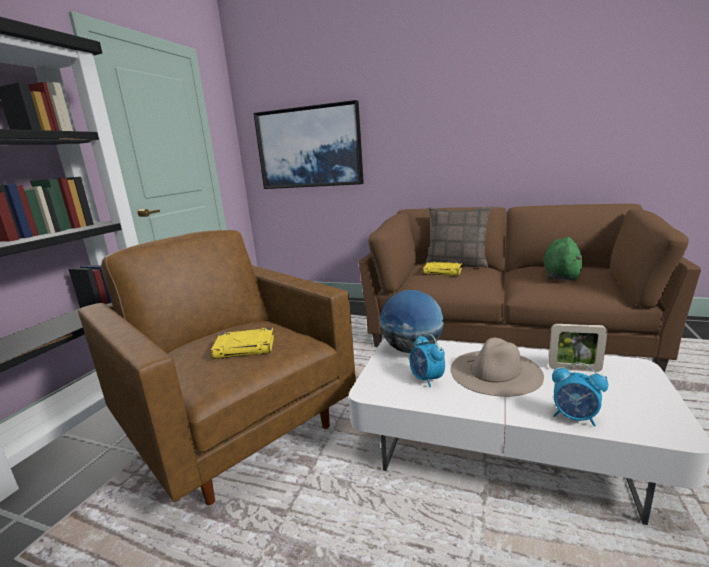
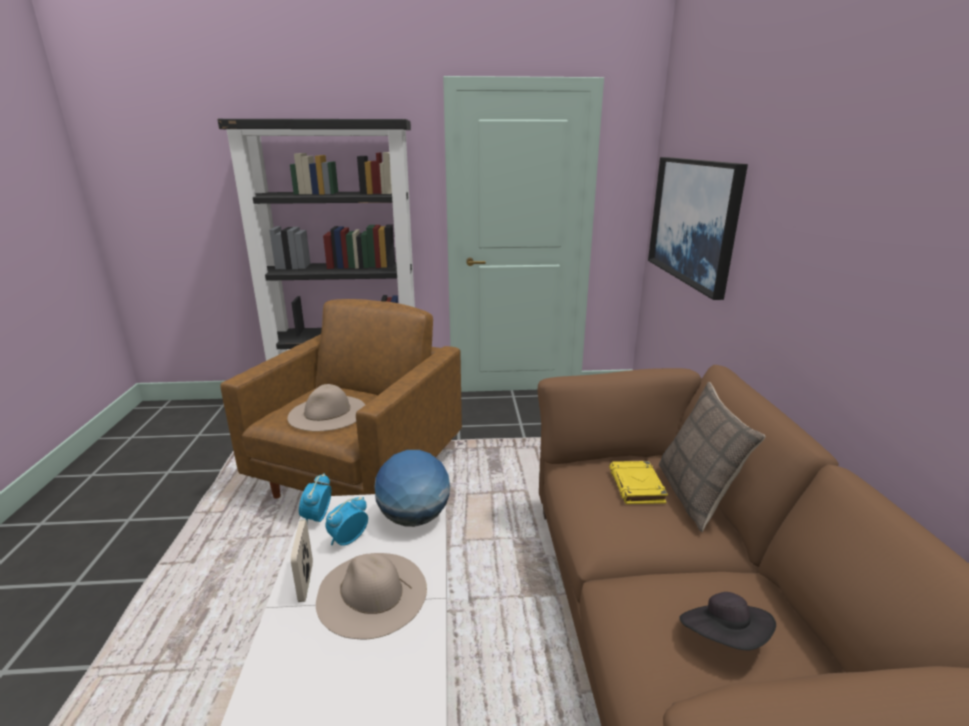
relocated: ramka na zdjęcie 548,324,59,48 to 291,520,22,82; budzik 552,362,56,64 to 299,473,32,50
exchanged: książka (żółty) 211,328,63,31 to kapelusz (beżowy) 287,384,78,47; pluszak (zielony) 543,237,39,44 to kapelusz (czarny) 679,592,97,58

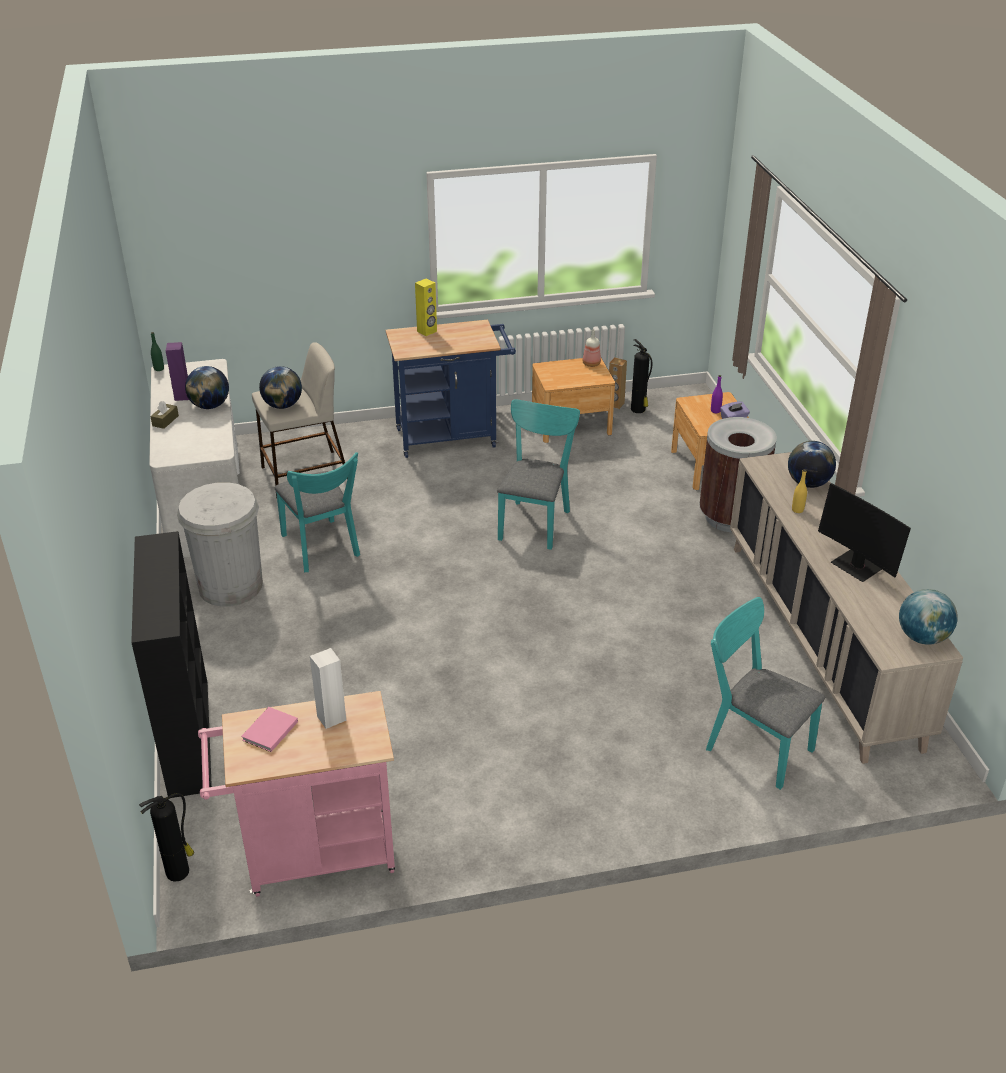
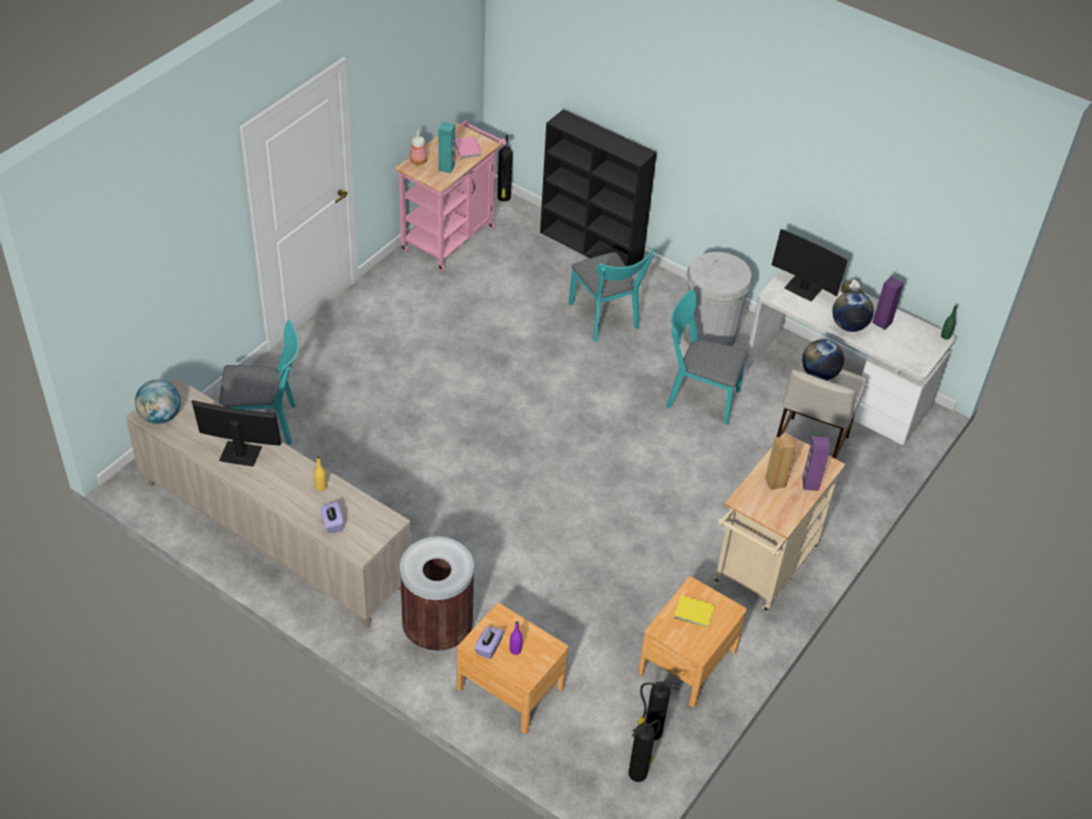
appeared: gaśnica 628,720,33,62; książka (żółty) 674,595,41,33; monitor 772,229,76,73
relocated: krzesło (turkusowy) 497,399,83,151 to 569,248,86,94; butelka 582,330,19,37 to 409,130,19,35; głośnik (brązowy) 609,358,18,51 to 765,435,31,55
exchanged: globus 788,441,48,47 to pudełko chusteczek (fioletowy) 321,501,23,32
colour: głośnik (biały) 310,648,36,81 to głośnik (turkusowy) 438,122,17,51; wózek (niebieski) 386,320,130,138 to wózek (beżowy) 712,432,134,180; głośnik (żółty) 415,279,22,57 to głośnik (fioletowy) 802,436,28,55

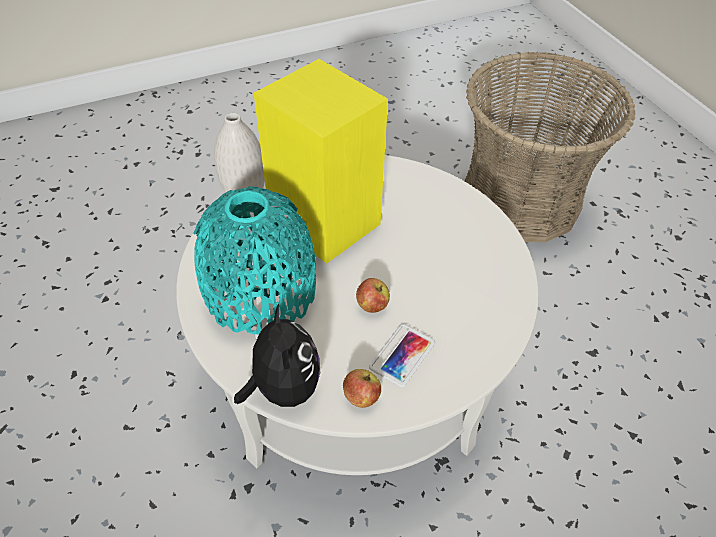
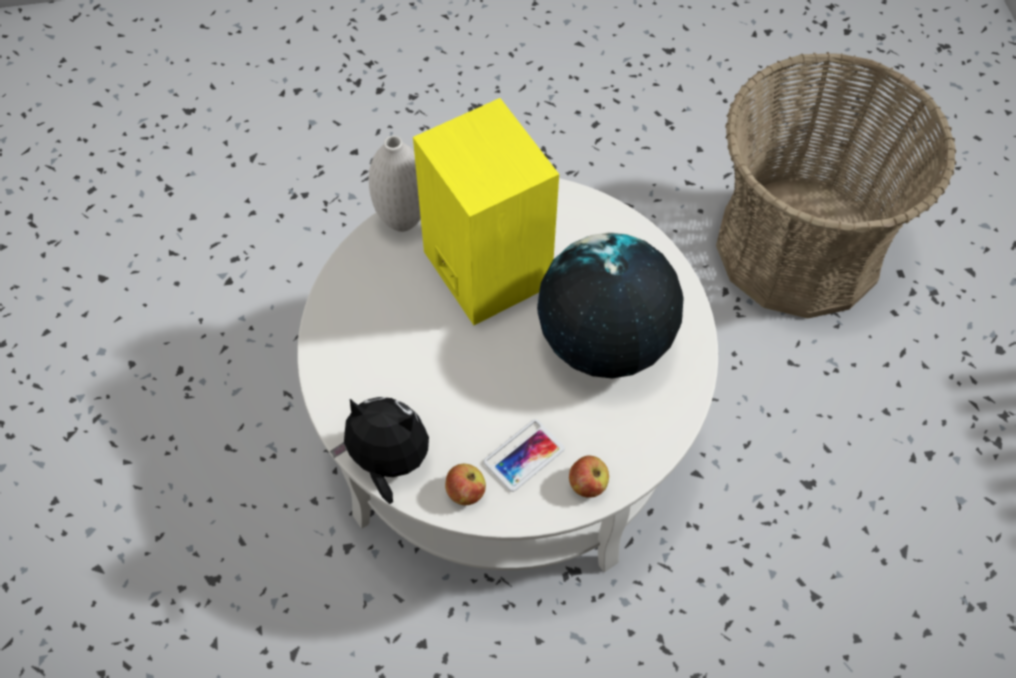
missing: wazon (turkusowy) 193,186,123,149
appeared: globus 537,232,146,147
relocated: jabłko 356,278,34,35 to 569,456,40,42
spun: pluszak 234,303,86,104 = 330,397,99,107 75 degrees counterclockwise

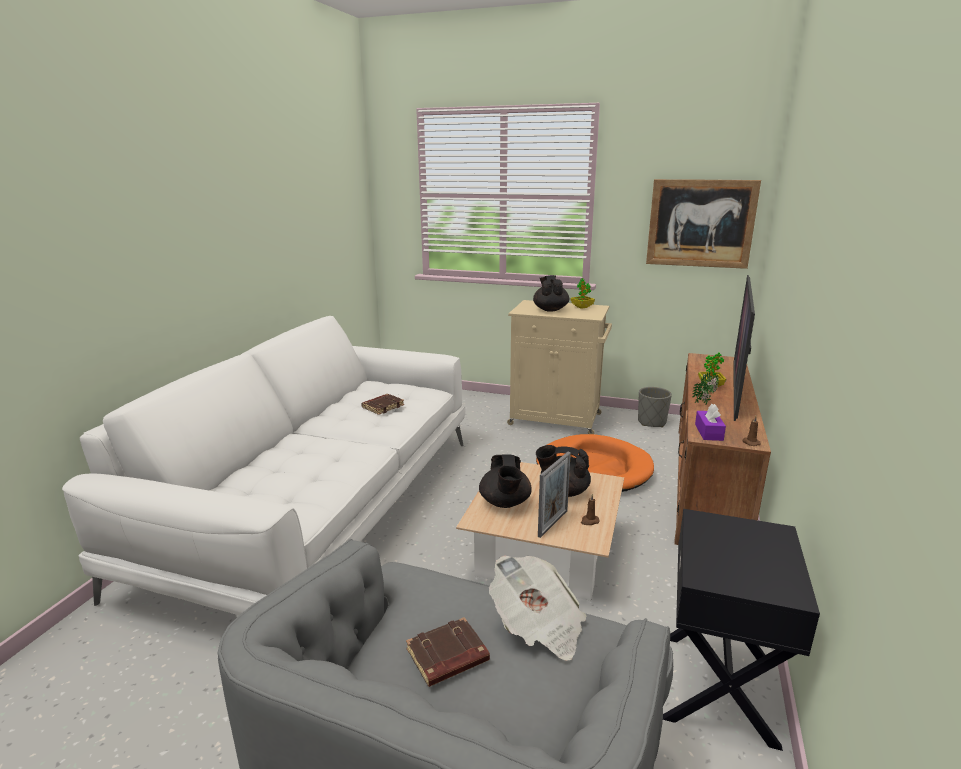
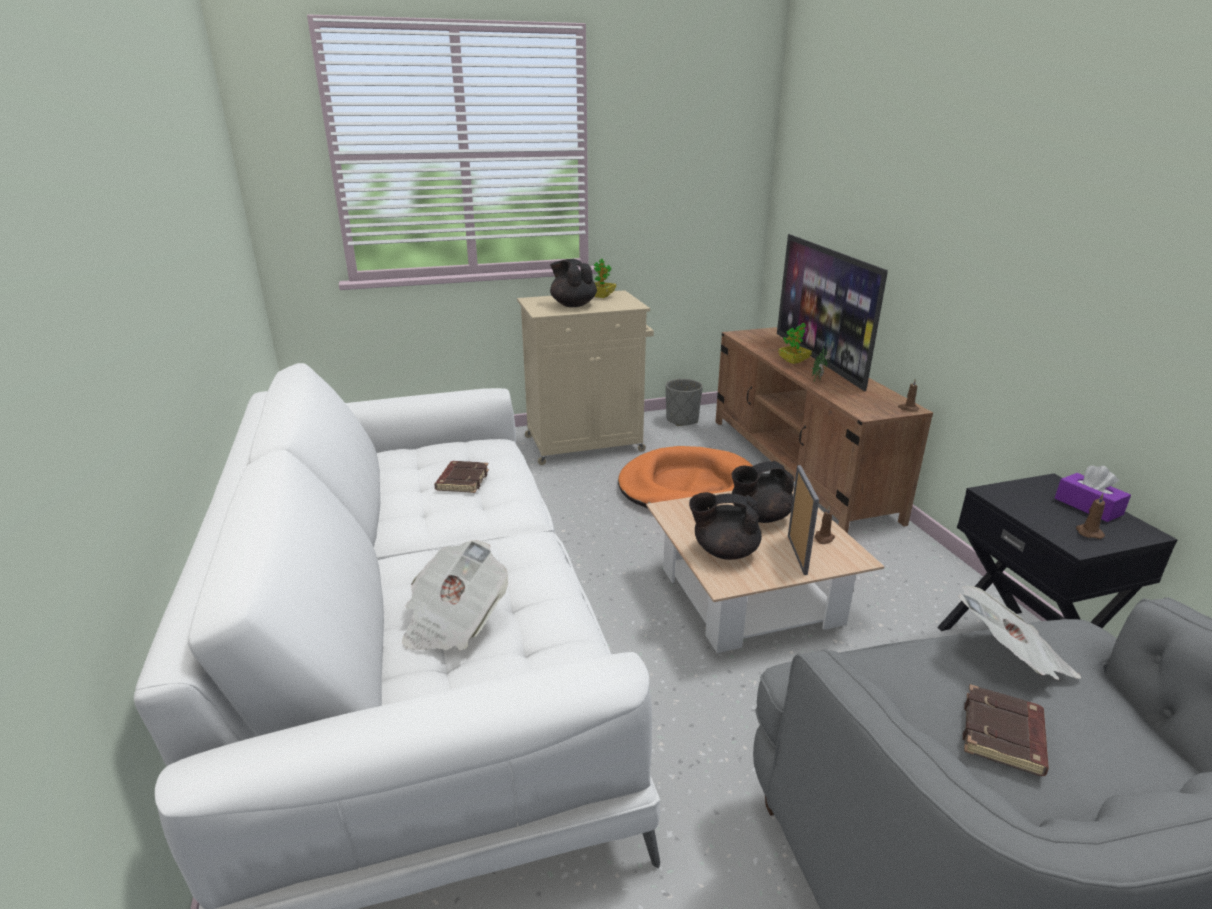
missing: obraz 646,179,115,90
appeared: gazeta 402,540,106,110; świeca (brązowy) 1076,494,29,45
relocated: pudełko chusteczek (fioletowy) 695,404,31,37 to 1055,465,76,57
spun: imbryk (czarny) 479,454,52,54 = 689,492,73,68 135 degrees clockwise

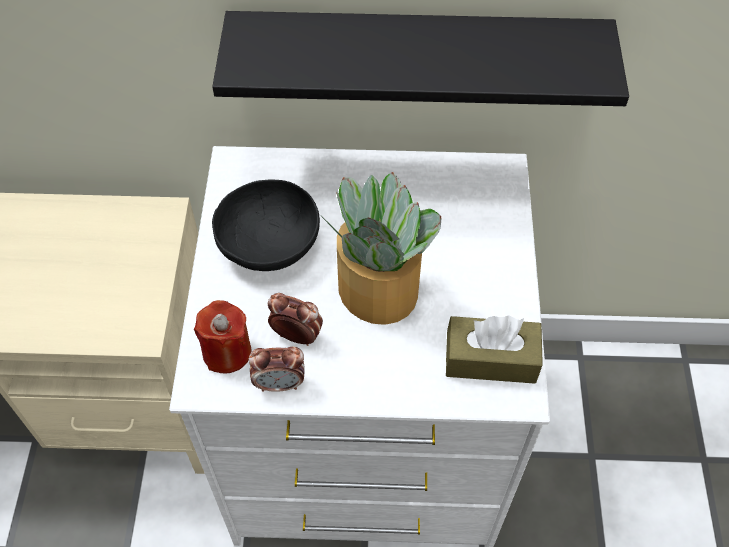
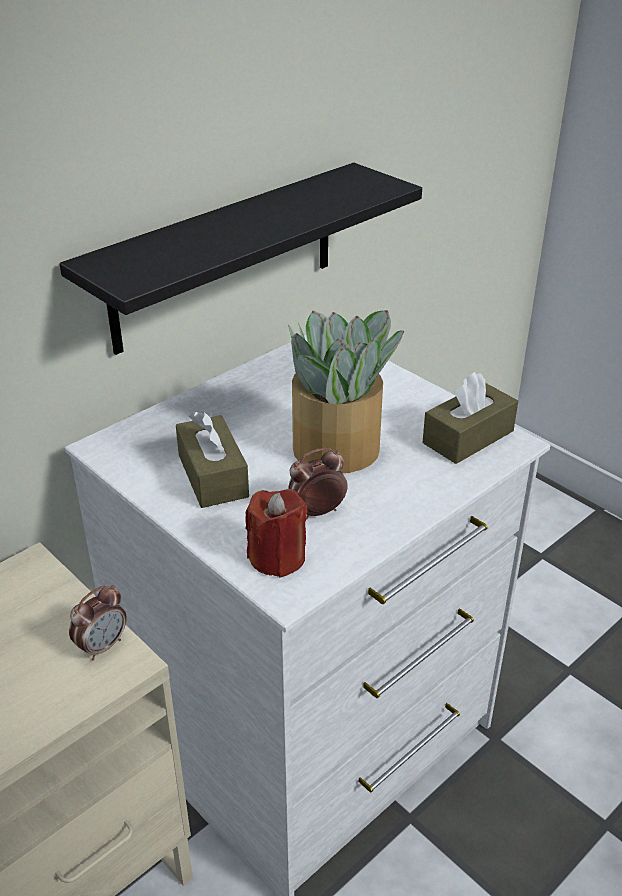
relocated: budzik 249,346,56,46 to 69,585,58,76
exchanged: miska (czarny) 212,179,108,92 to pudełko chusteczek (brązowy) 176,411,73,97

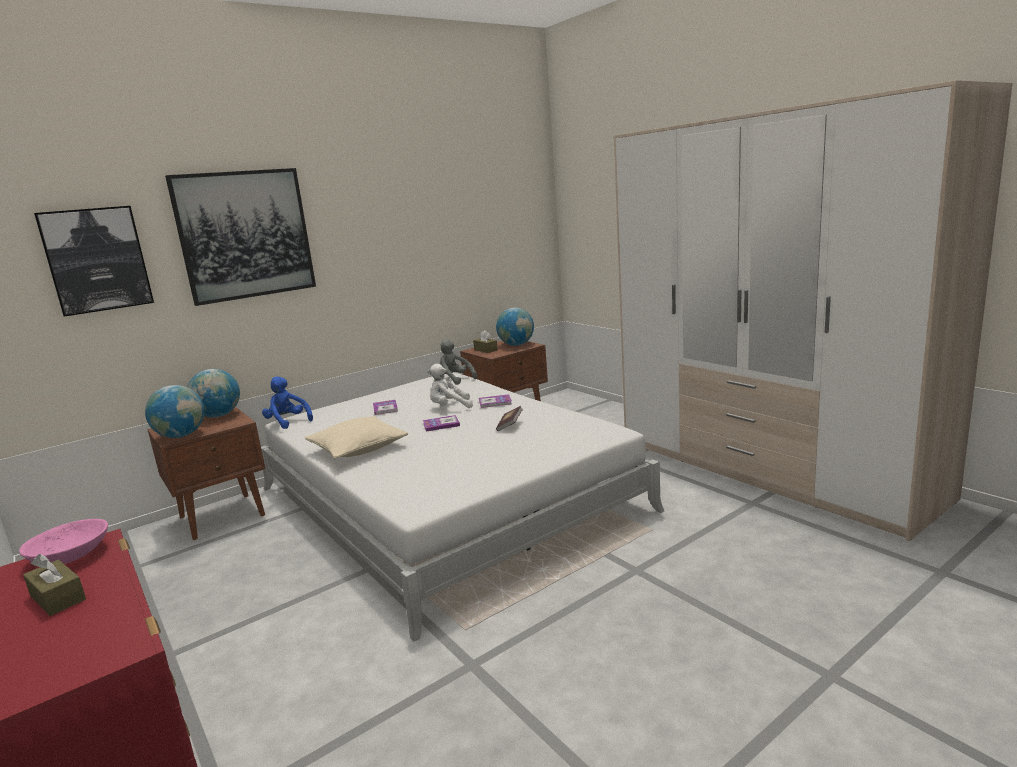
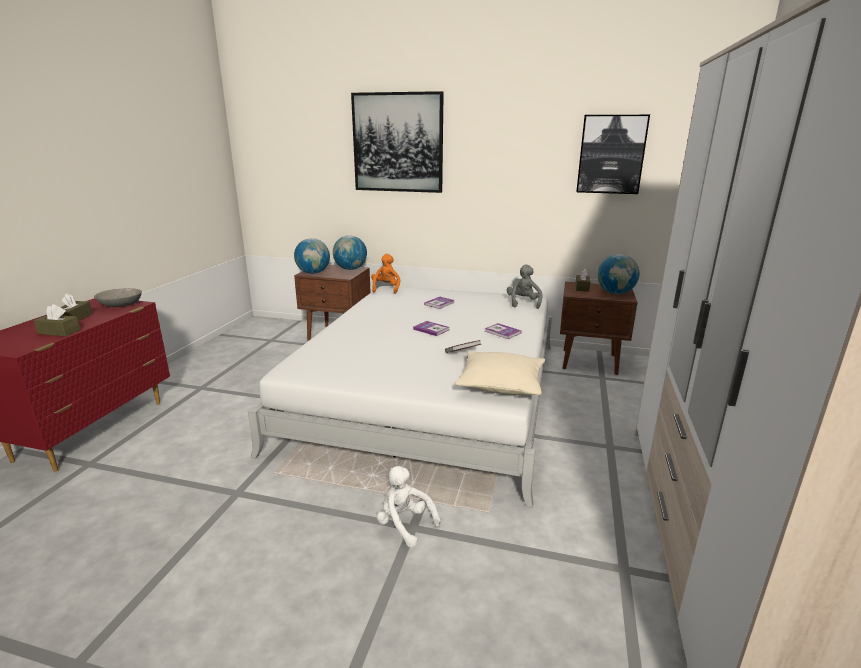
appeared: pudełko chusteczek (brązowy) 33,304,47,33
relocated: obraz 34,206,120,111 to 576,115,74,79; poduszka (beżowy) 305,416,103,42 to 455,351,90,44; pluszak (biały) 427,364,46,44 to 376,466,65,82
colour: miska (różowy) 19,519,89,45 to miska (szary) 94,288,48,19; pluszak (niebieski) 262,377,51,52 to pluszak (pomarańczowy) 371,254,29,40

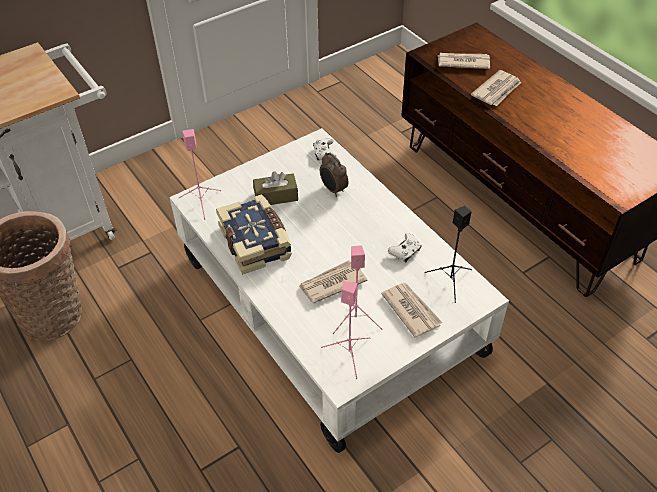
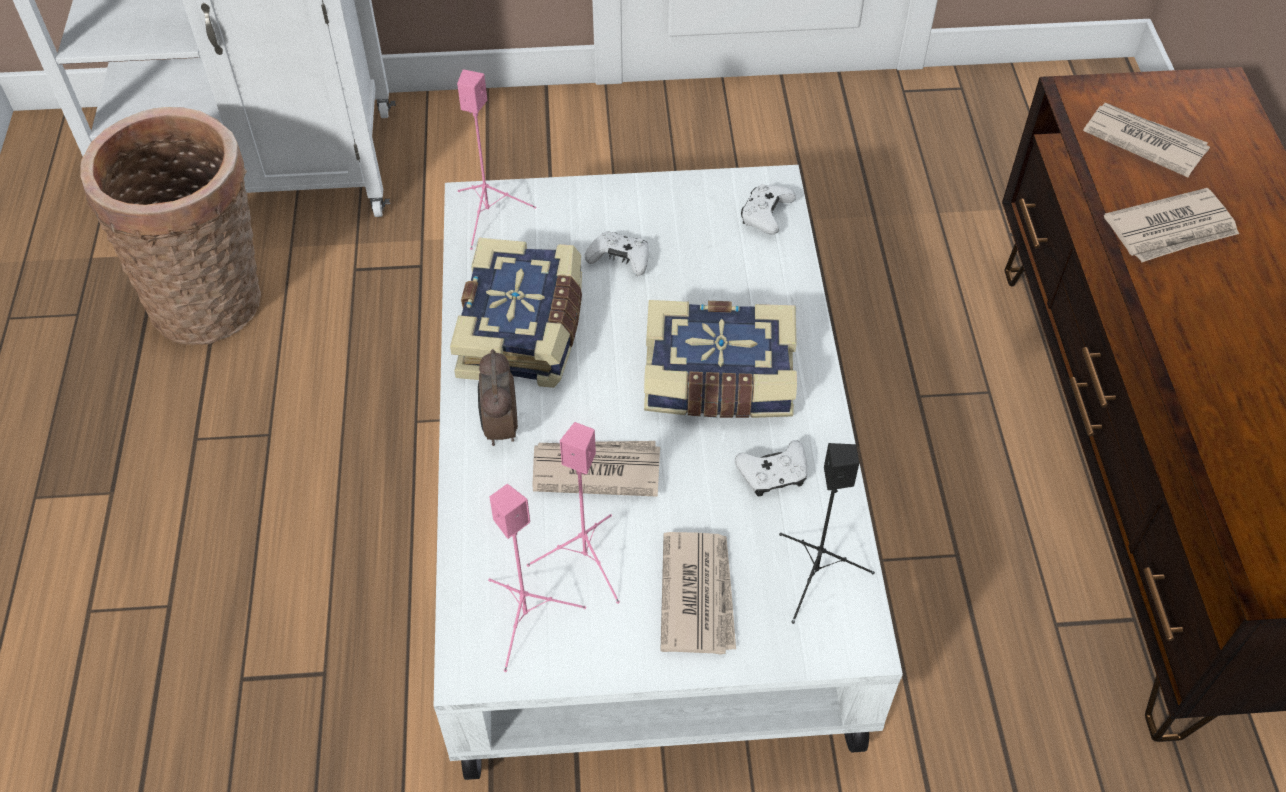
appeared: książka 644,300,153,118
relocated: budzik 320,152,28,45 to 478,349,40,97
exchanged: pudełko chusteczek (brązowy) 253,171,45,34 to pad do gier (biały) 585,232,64,44

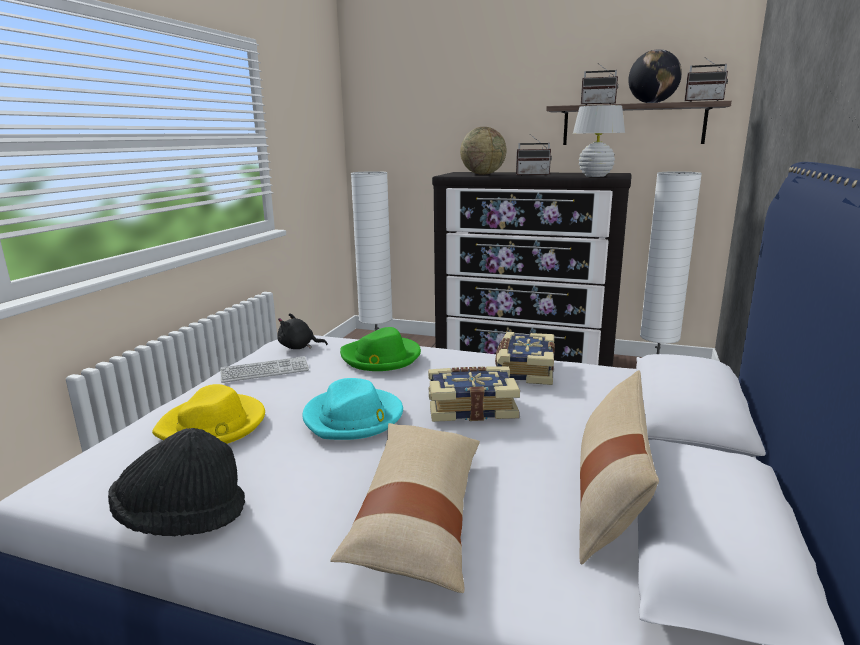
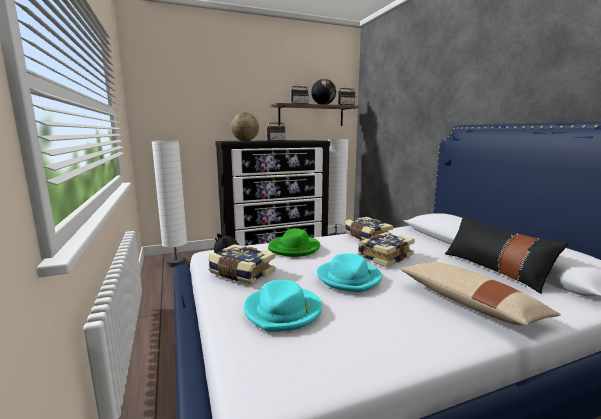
missing: kapelusz (czarny) 108,428,137,108; lampa stołowa (biały) 573,105,52,72
exchanged: klawiatura 220,356,89,27 to książka 208,244,68,41
colour: kapelusz (żółty) 152,384,113,60 to kapelusz (turkusowy) 244,280,78,52; poduszka (beżowy) 579,370,80,195 to poduszka (czarny) 445,216,123,78

